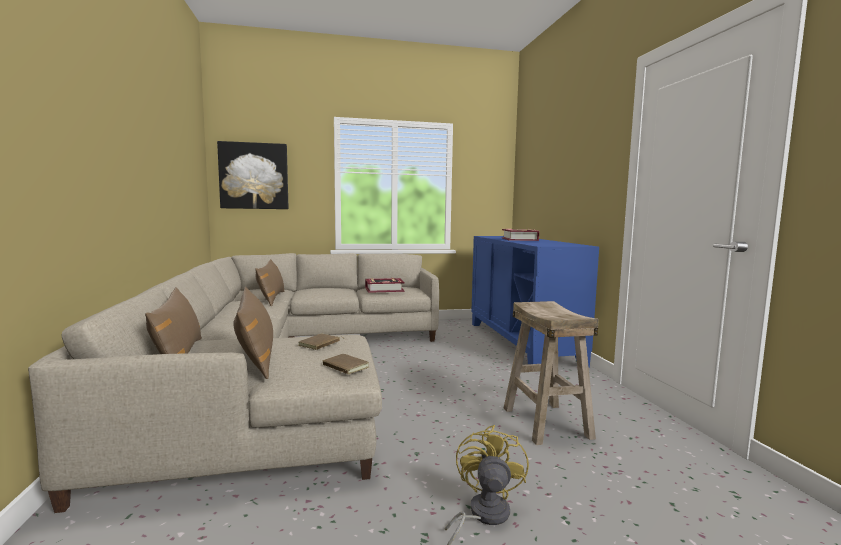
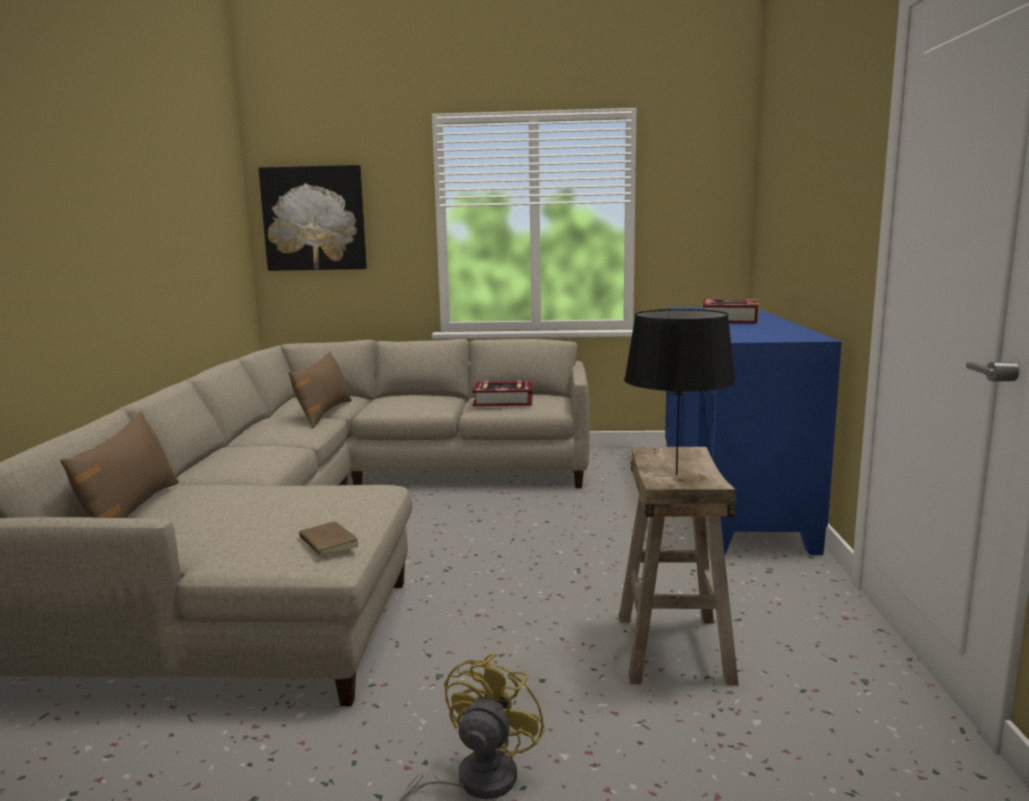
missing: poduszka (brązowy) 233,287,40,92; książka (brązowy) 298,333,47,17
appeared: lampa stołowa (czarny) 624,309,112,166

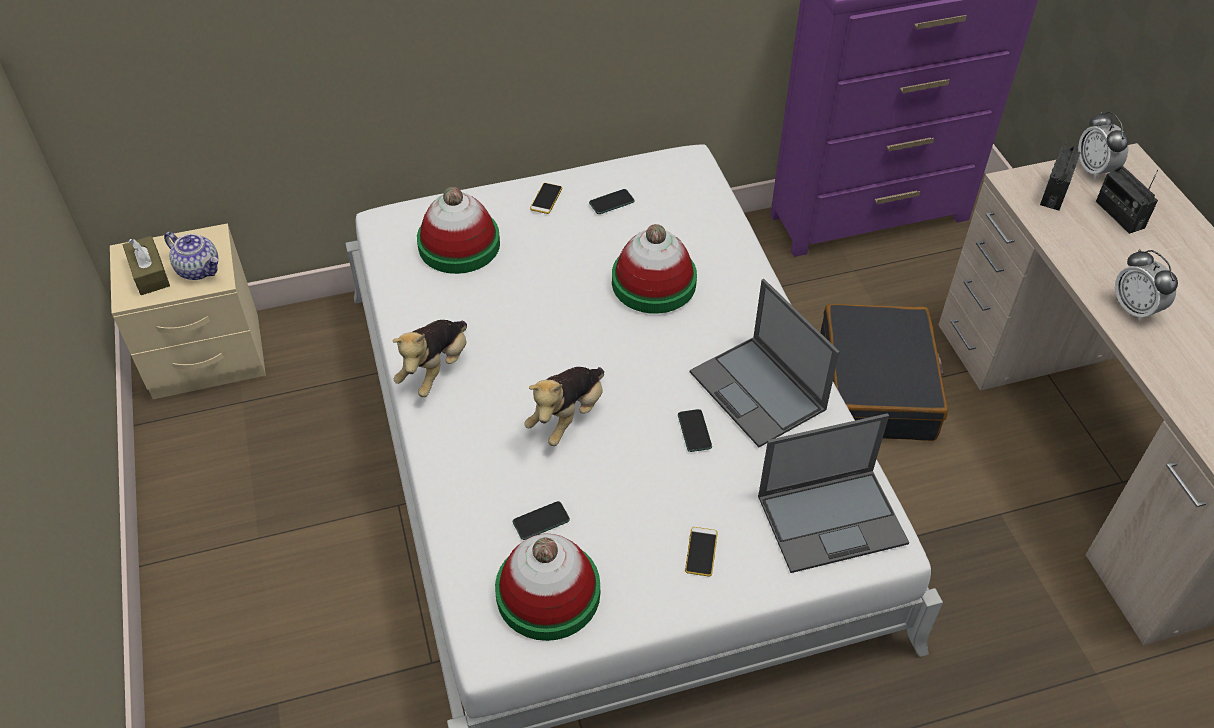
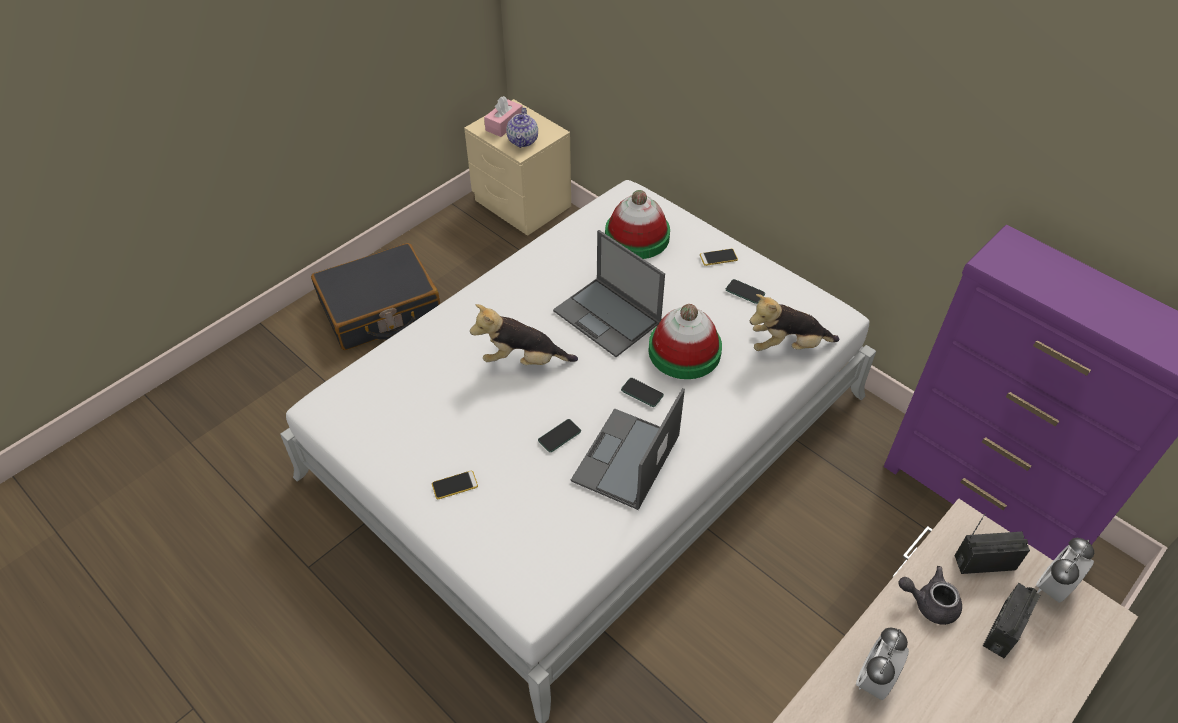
missing: kapelusz 495,534,105,107
appeared: imbryk (szary) 898,566,64,59
relocated: pluszak 393,320,74,77 to 750,294,89,57; telefon 513,501,57,39 to 621,378,43,29; laptop 758,413,151,160 to 553,230,112,127; walizka (czarny) 820,304,128,137 to 311,243,129,107
colour: pudełko chusteczek (brązowy) 123,236,47,59 to pudełko chusteczek (różowy) 484,96,39,41

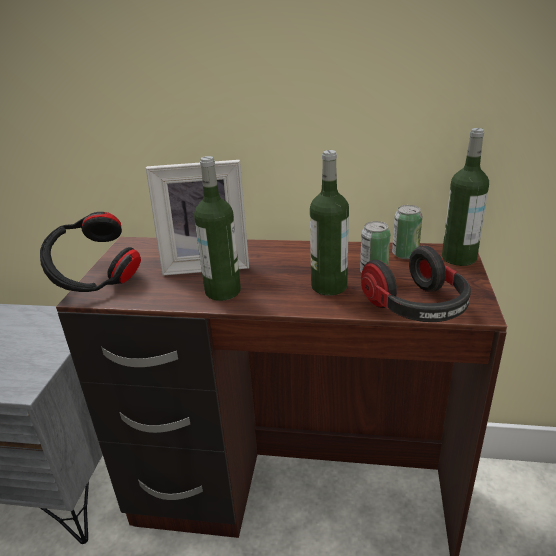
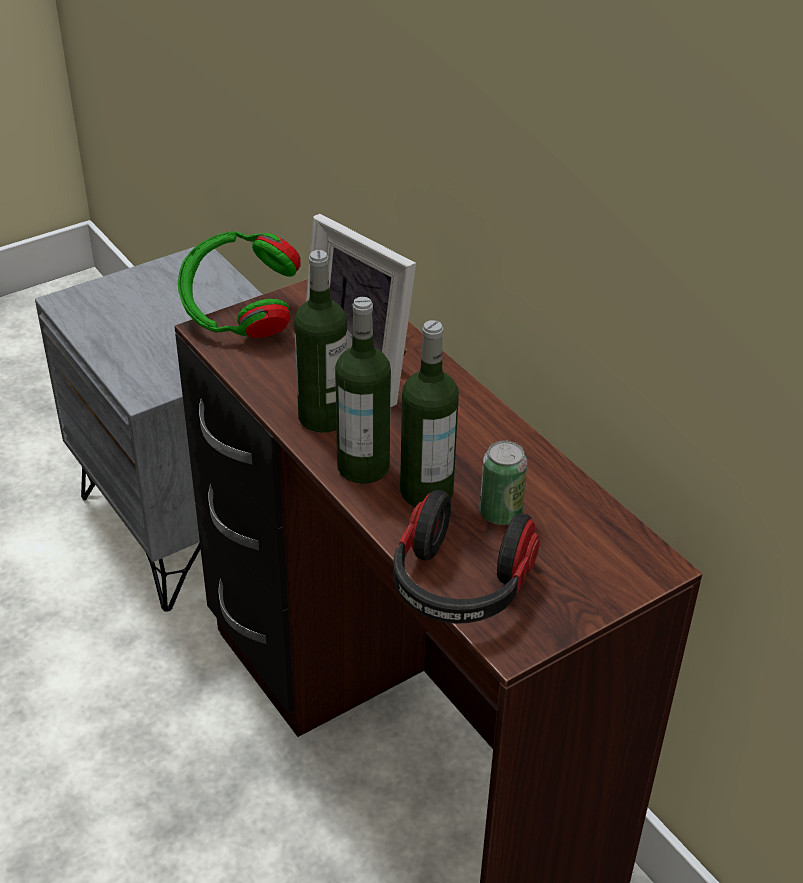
missing: puszka 392,205,30,54
relocated: butelka 442,128,47,138 to 335,297,56,187
colour: słuchawki (czarny) 40,212,101,80 to słuchawki (zielony) 178,231,122,107

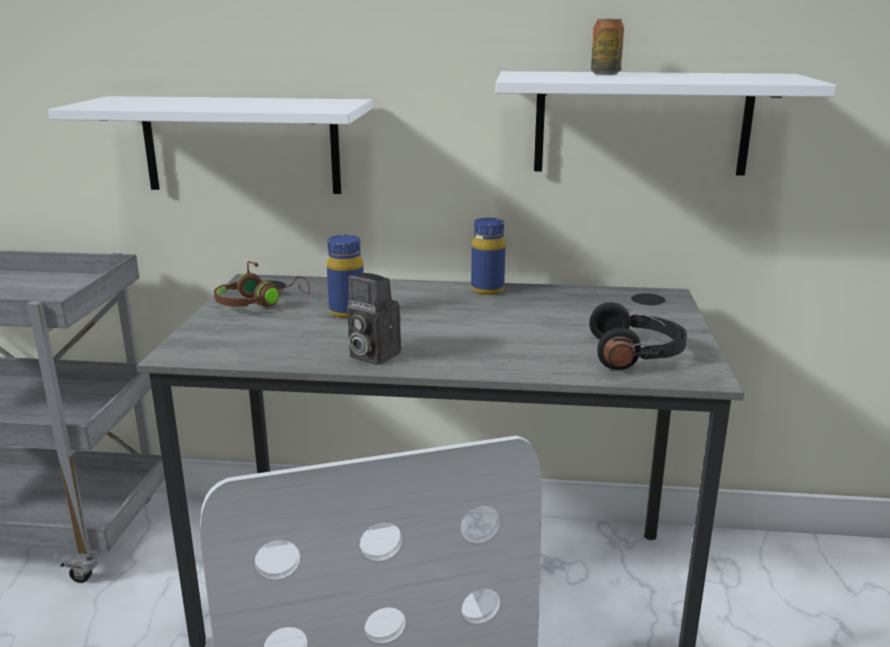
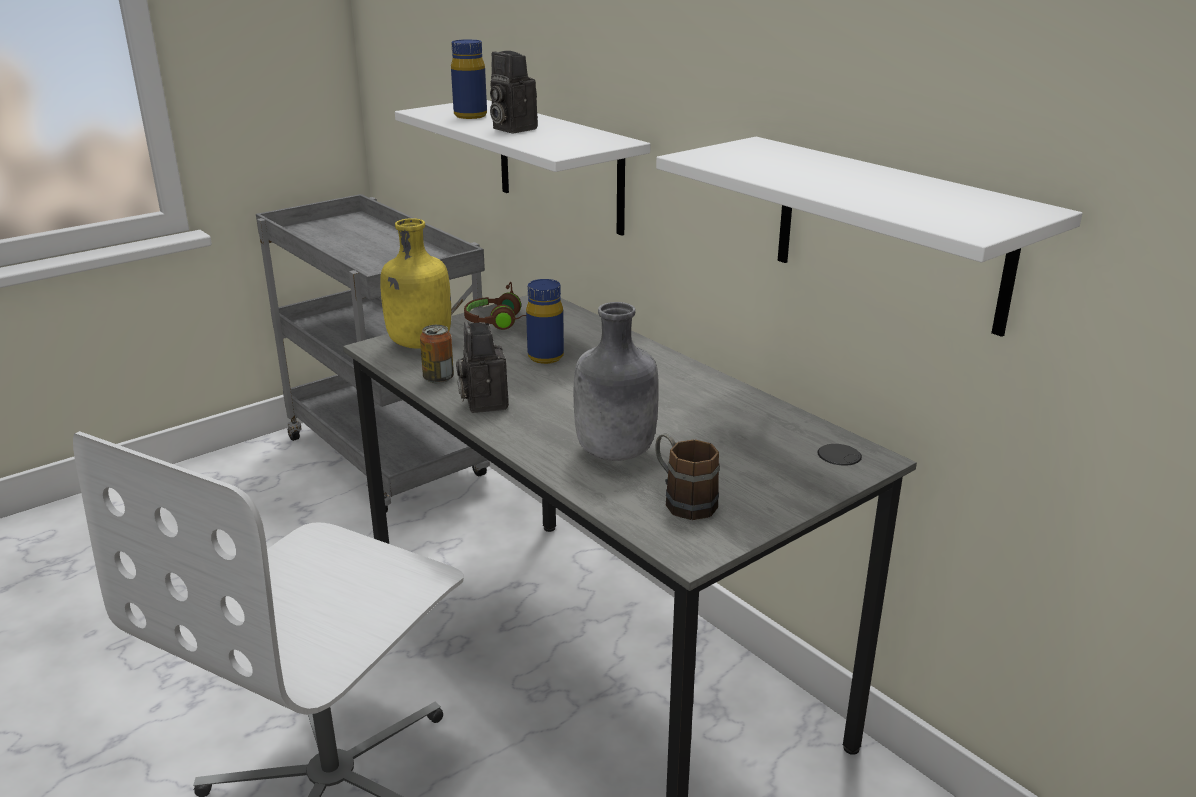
appeared: butelka (żółty) 380,218,71,131; aparat fotograficzny 490,51,48,82; butelka (szary) 574,302,85,159
relocated: butelka (niebieski) 471,218,34,77 to 451,39,36,80; puszka 591,18,33,57 to 420,325,34,58
exchanged: słuchawki (czarny) 589,302,98,68 to kubek (brązowy) 655,433,65,87

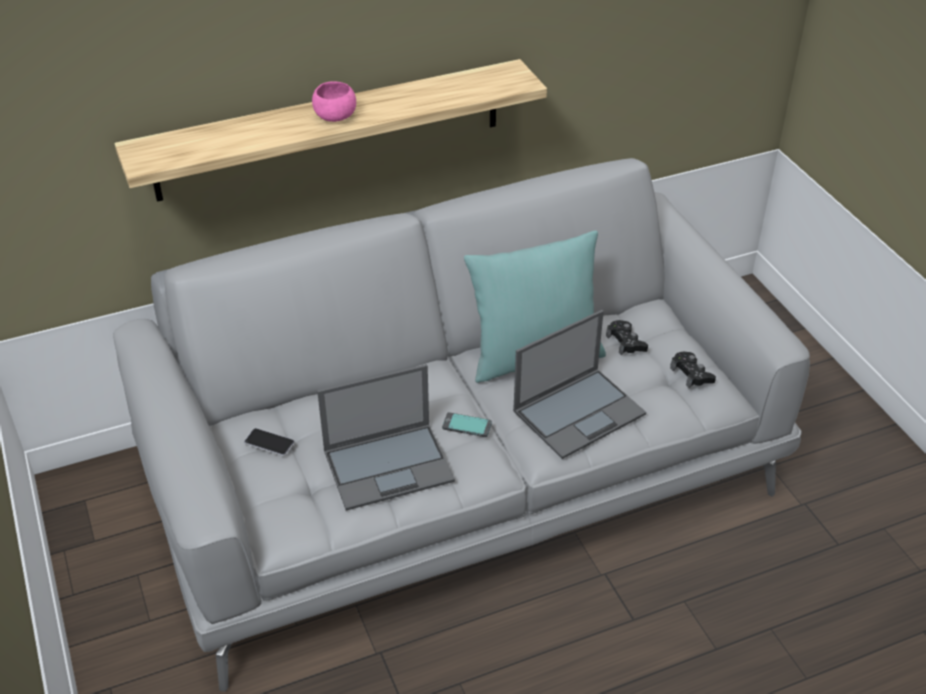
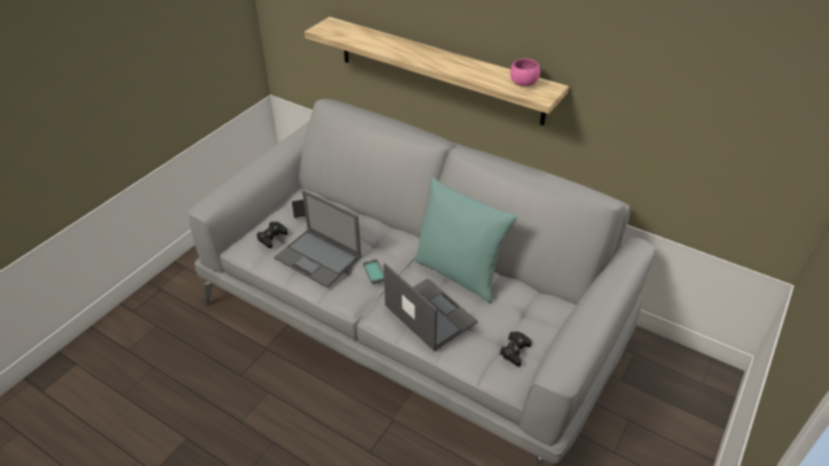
relocated: miska (różowy) 312,81,44,41 to 510,59,30,27; pad do gier (czarny) 606,320,42,35 to 257,222,31,26
spun: laptop 513,310,133,149 = 383,263,95,88 150 degrees counterclockwise

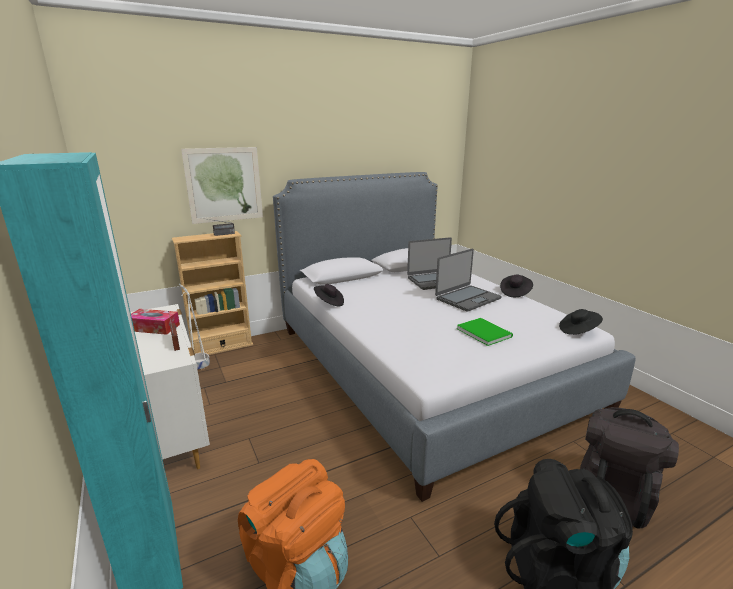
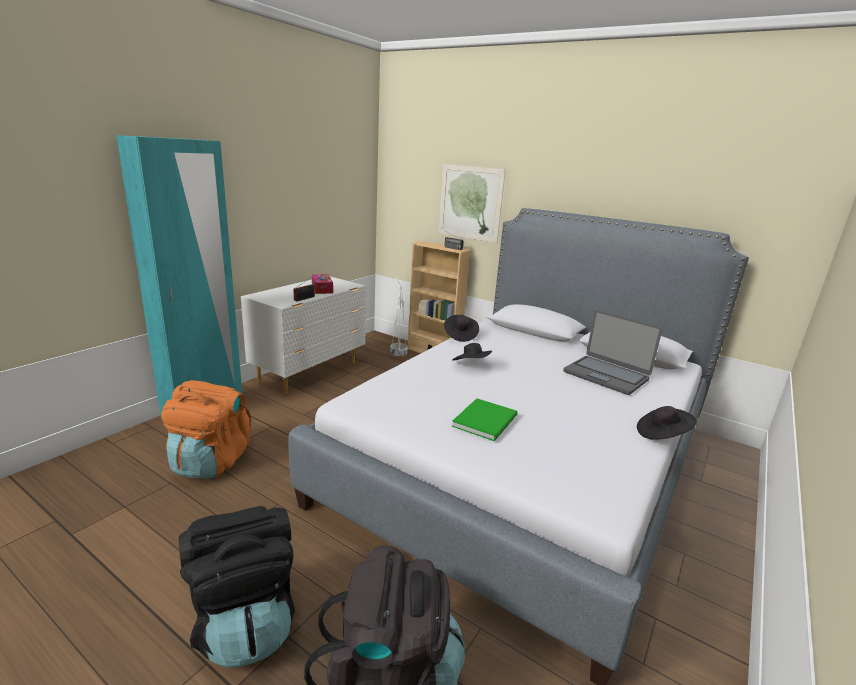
missing: laptop 435,249,66,63
relocated: kapelusz (czarny) 559,309,44,26 to 452,343,40,17

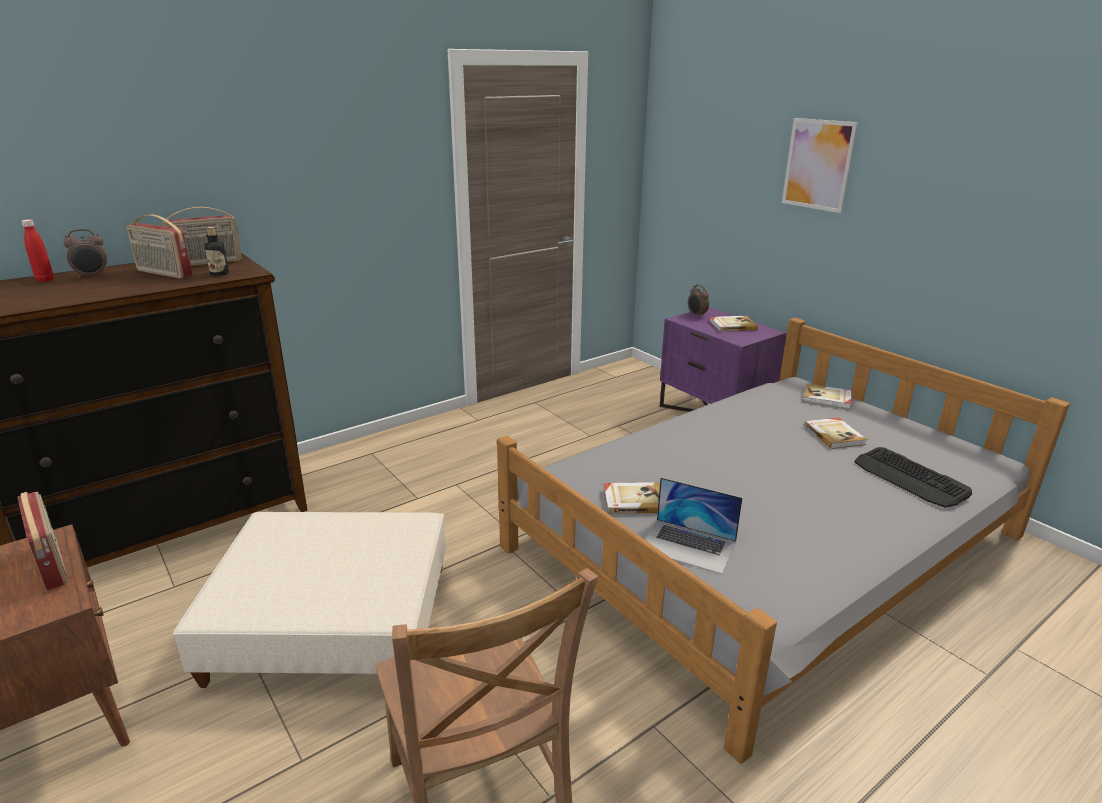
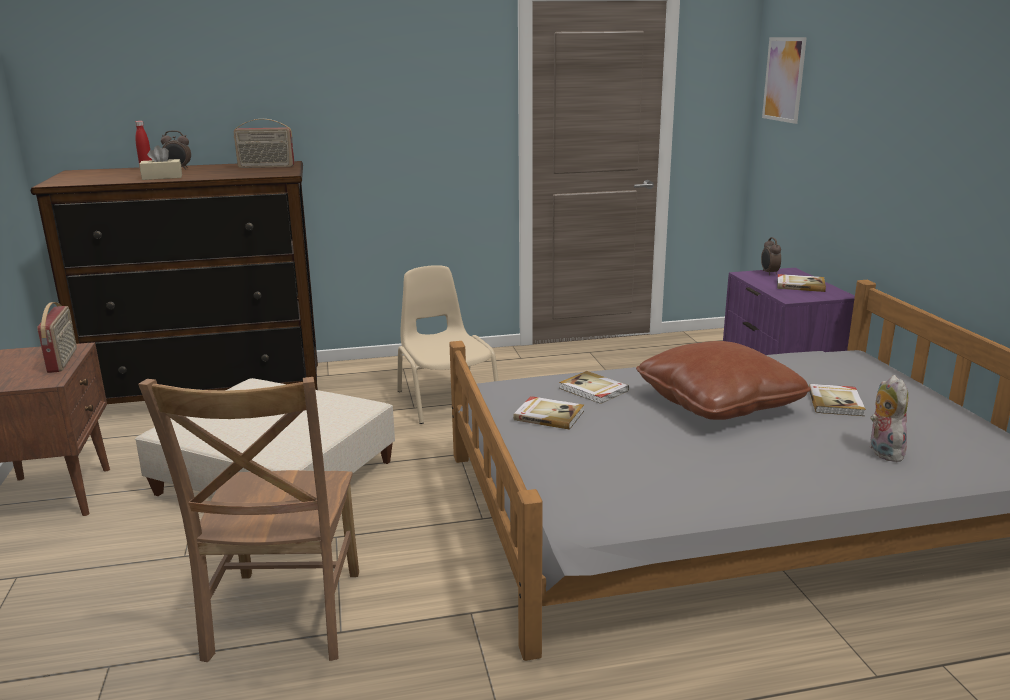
missing: radio 126,214,67,65; butelka 205,227,24,49; laptop 645,477,97,97
appeared: pudełko chusteczek (beżowy) 139,145,43,35; krzesło (beżowy) 397,265,102,159; poduszka (brązowy) 636,341,175,79
relocated: obraz 782,118,76,95 to 762,37,45,87; książka 803,384,48,25 to 559,371,70,33
exchanged: klawiatura 854,447,118,61 to pluszak 870,375,38,87

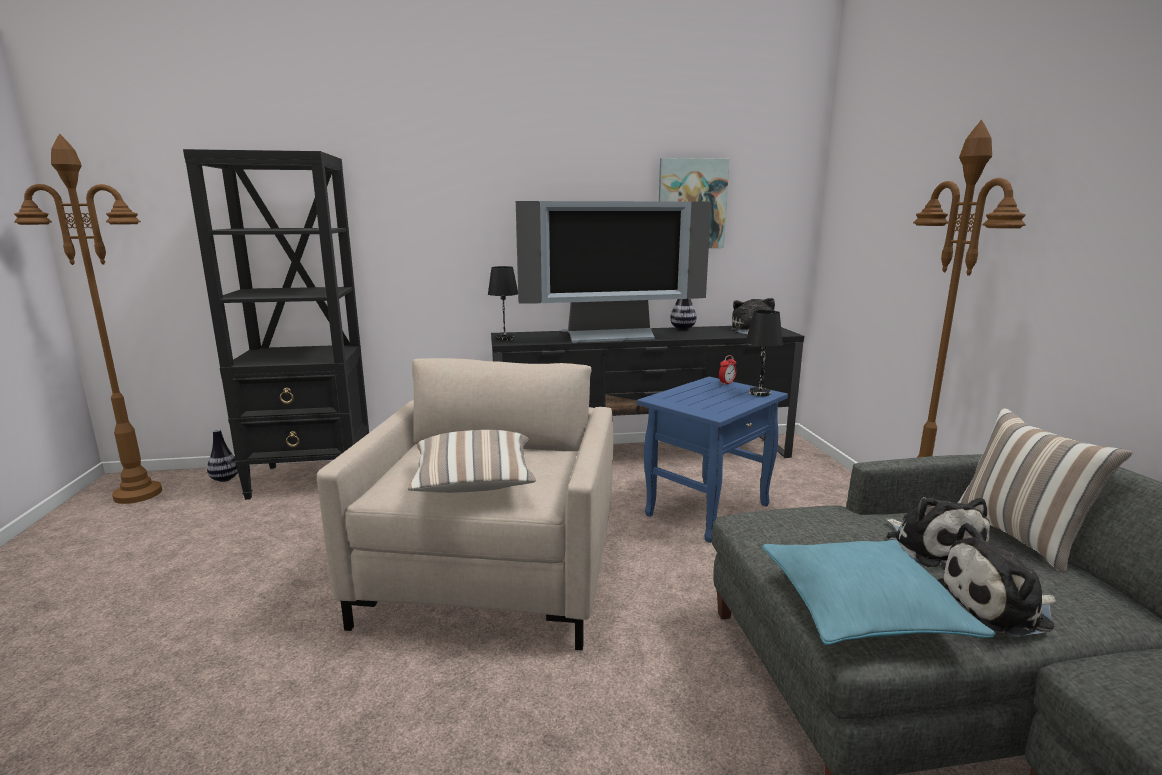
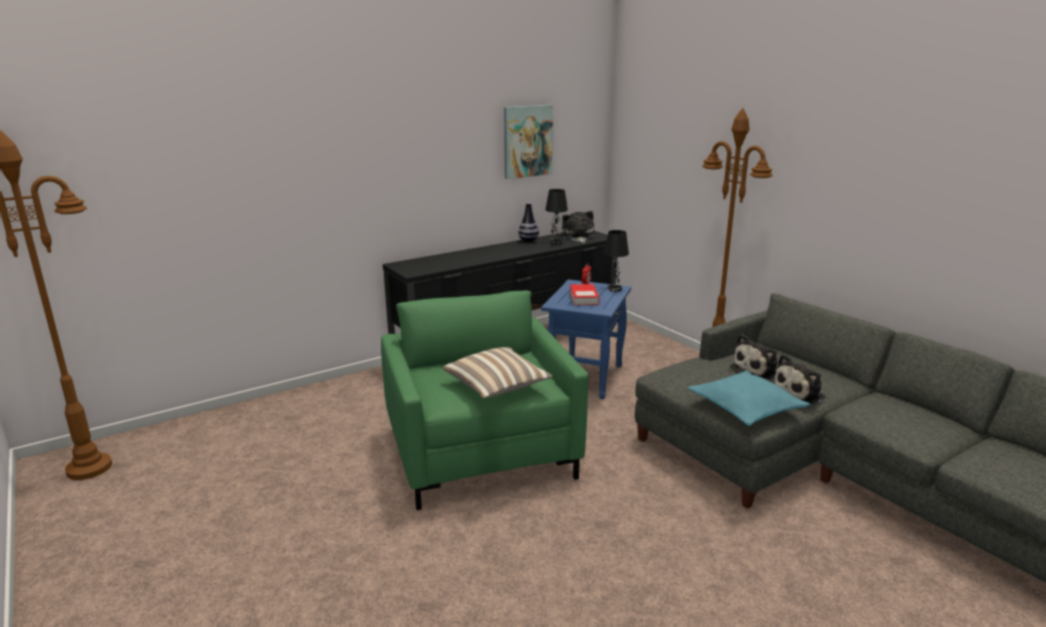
missing: regał (czarny) 183,149,186,351; wazon 207,429,31,53; telewizor 516,201,195,142; poduszka 958,408,175,165
appeared: książka 570,284,30,21
relocated: lampa stołowa (czarny) 488,266,30,75 to 545,189,23,56
colour: fotel (beżowy) 317,358,296,292 to fotel (zielony) 381,290,207,220
spun: pluszak 886,497,104,70 = 730,334,47,46 90 degrees clockwise

